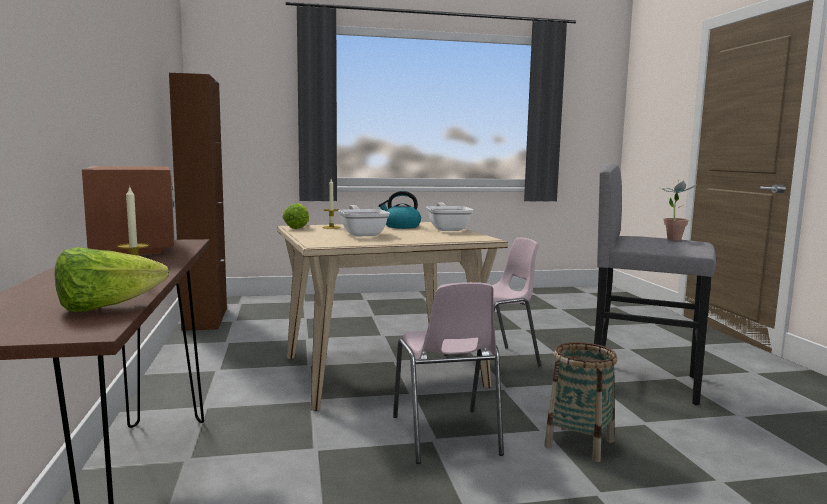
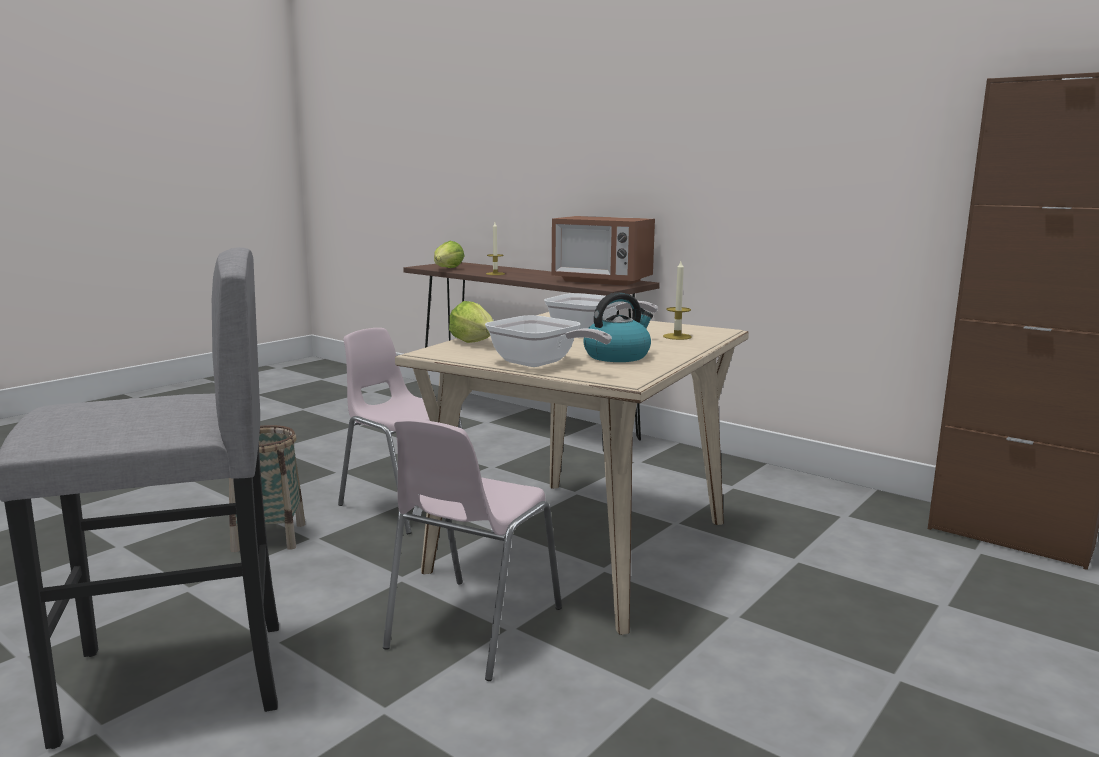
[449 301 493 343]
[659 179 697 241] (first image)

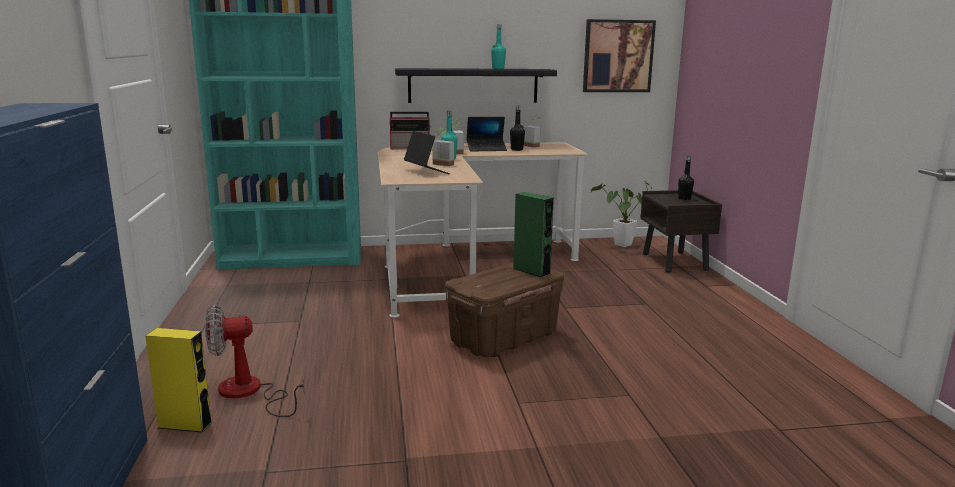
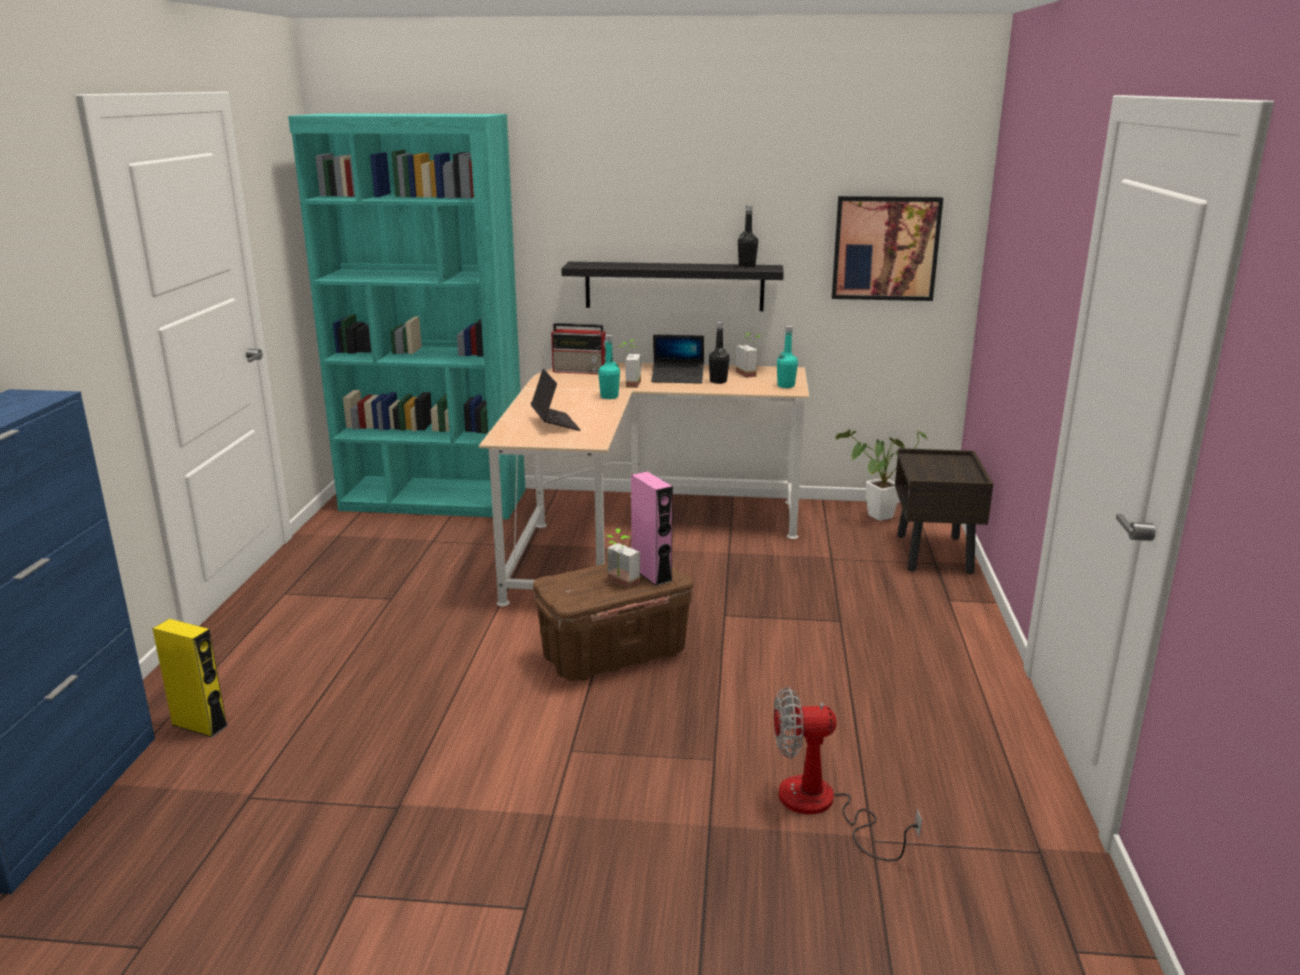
[774 687 922 861]
[607 529 640 589]
[777 326 798 388]
[631 471 673 586]
[738 205 758 267]

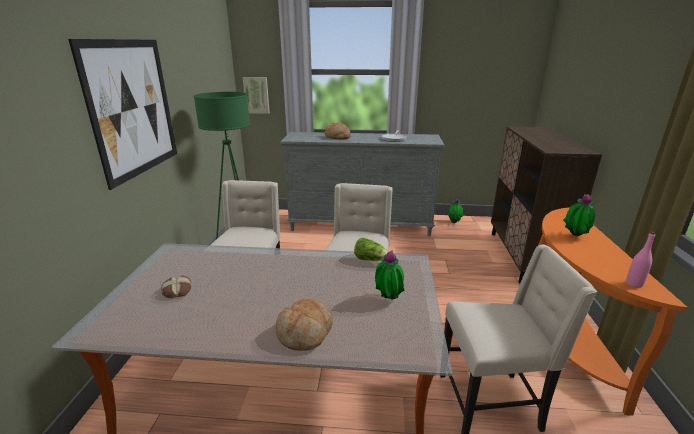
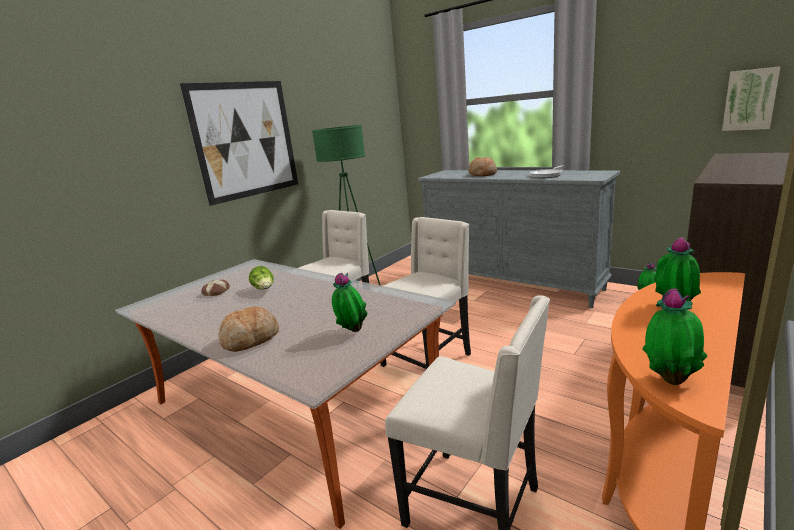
[722 66 781 131]
[249 266 274 290]
[642 288 708 385]

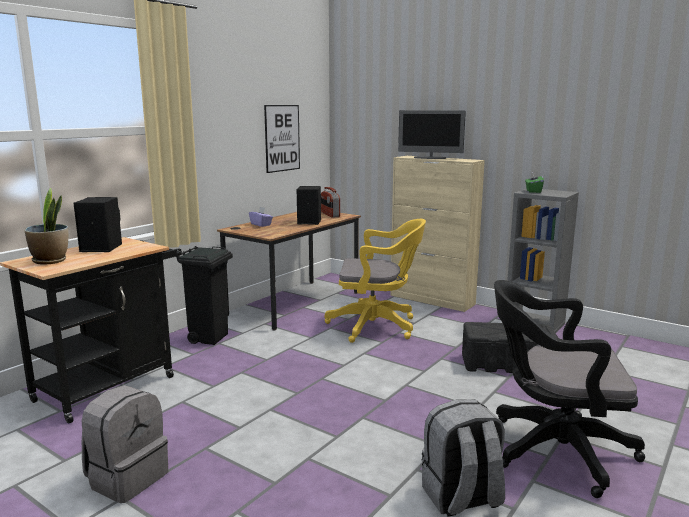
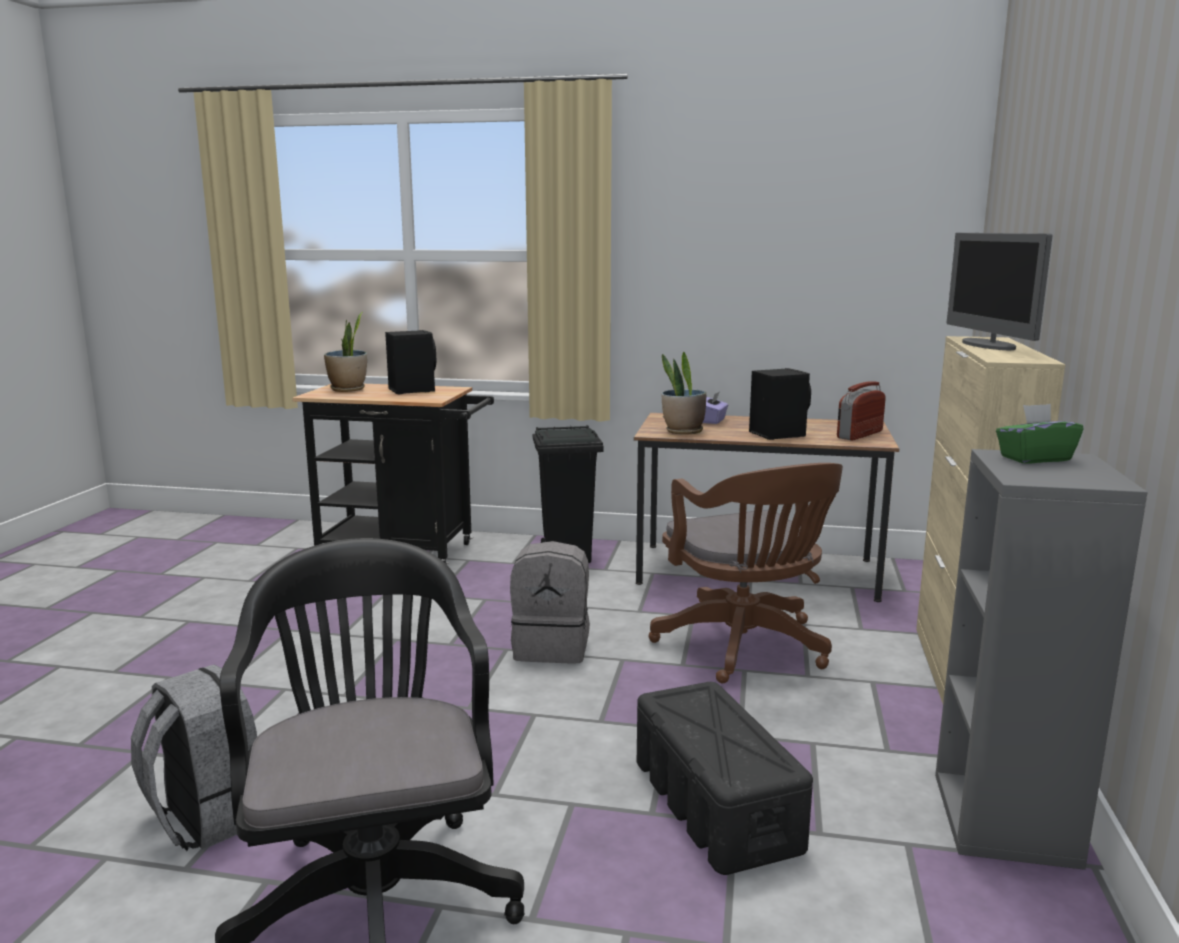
[510 541 590 664]
[264 105 300 173] (first image)
[648 463 843 683]
[661 352 706 435]

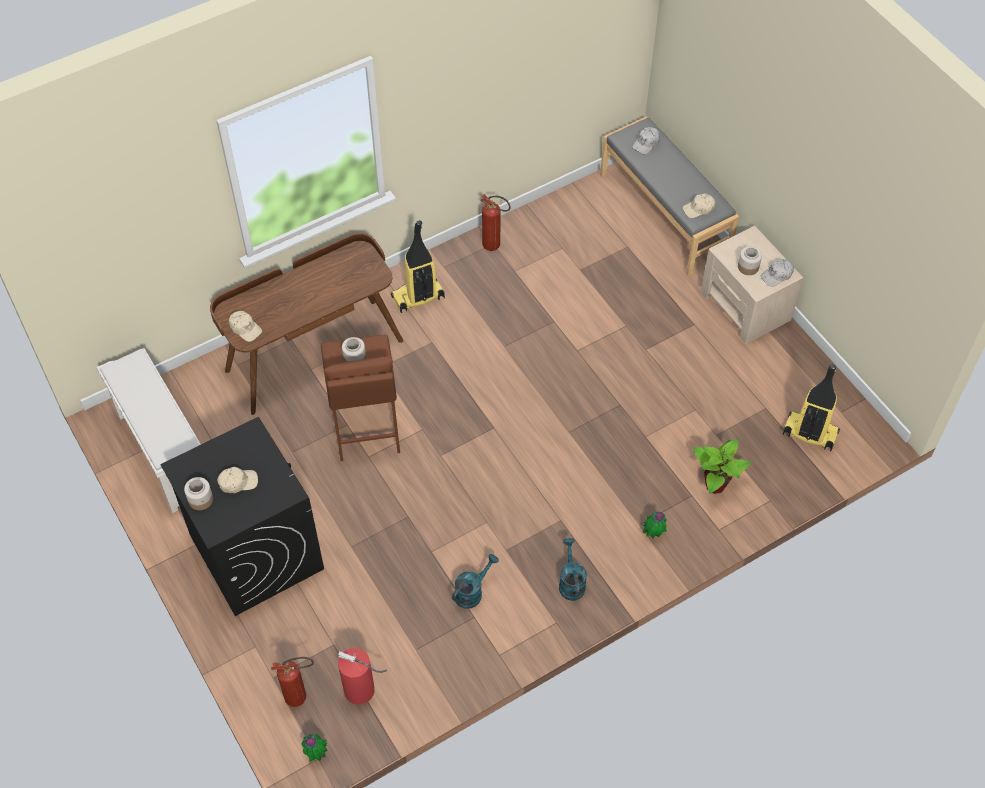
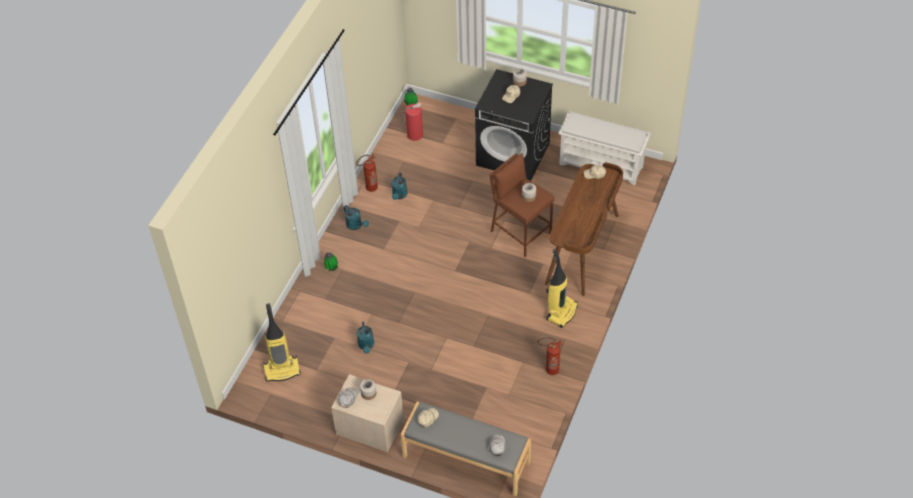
[356 154 378 192]
[693 439 752 494] (first image)
[357 321 374 353]

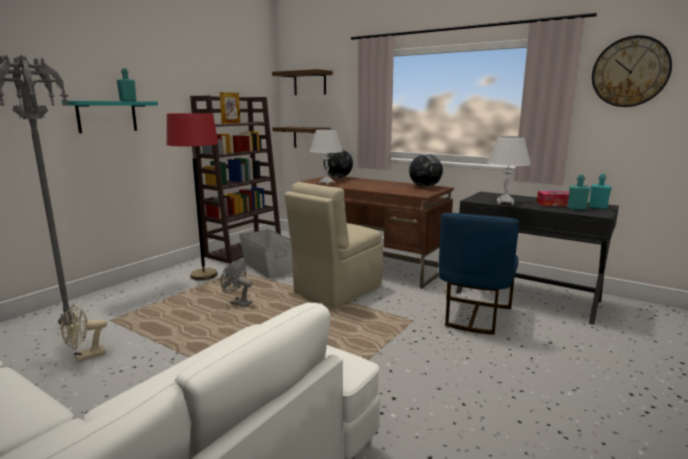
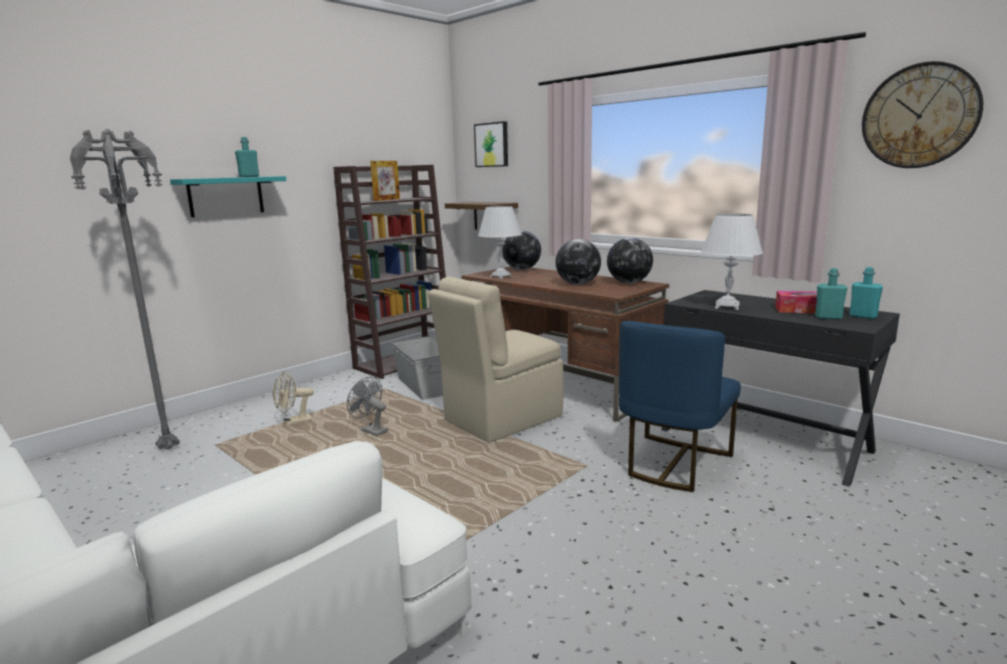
[273 371 314 426]
[167 113 218 280] (first image)
[474 121 508 167]
[555 239 601 285]

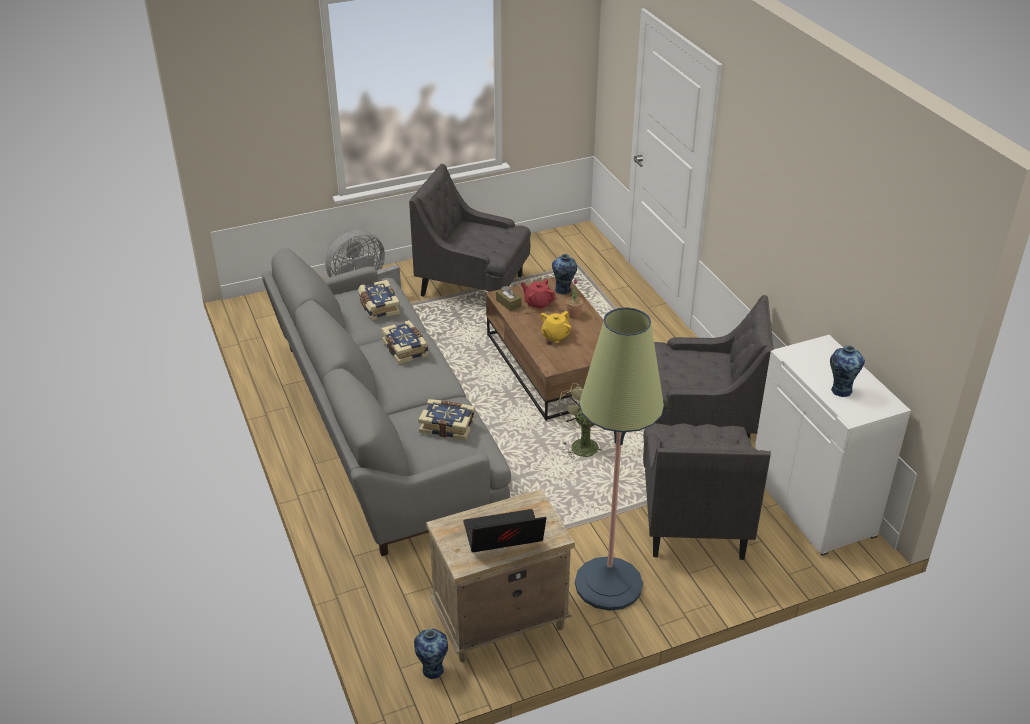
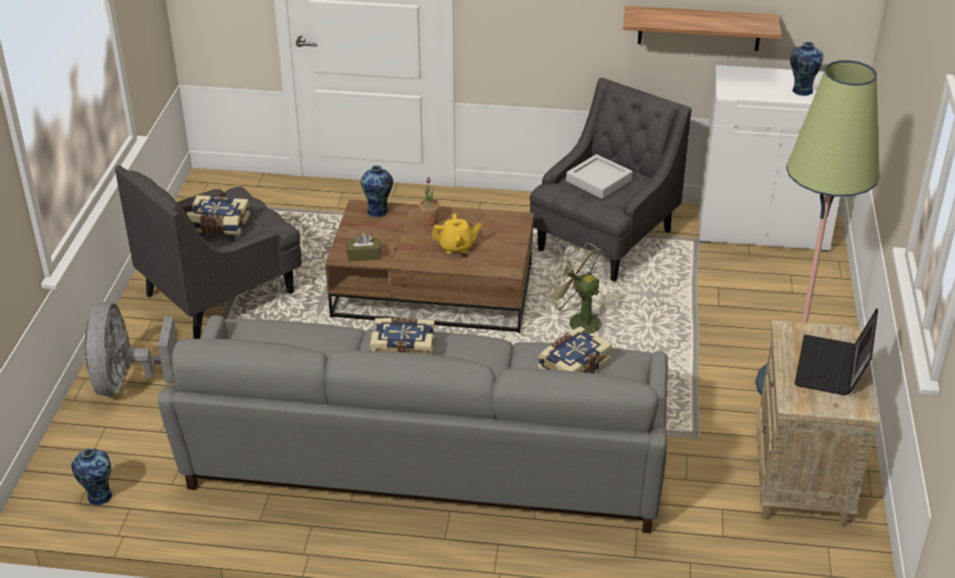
[187 195 250 235]
[71 448 113 505]
[521 279 556 310] (first image)
[432 213 481 254]
[643 423 771 560] (first image)
[566 154 632 199]
[623 6 781 51]

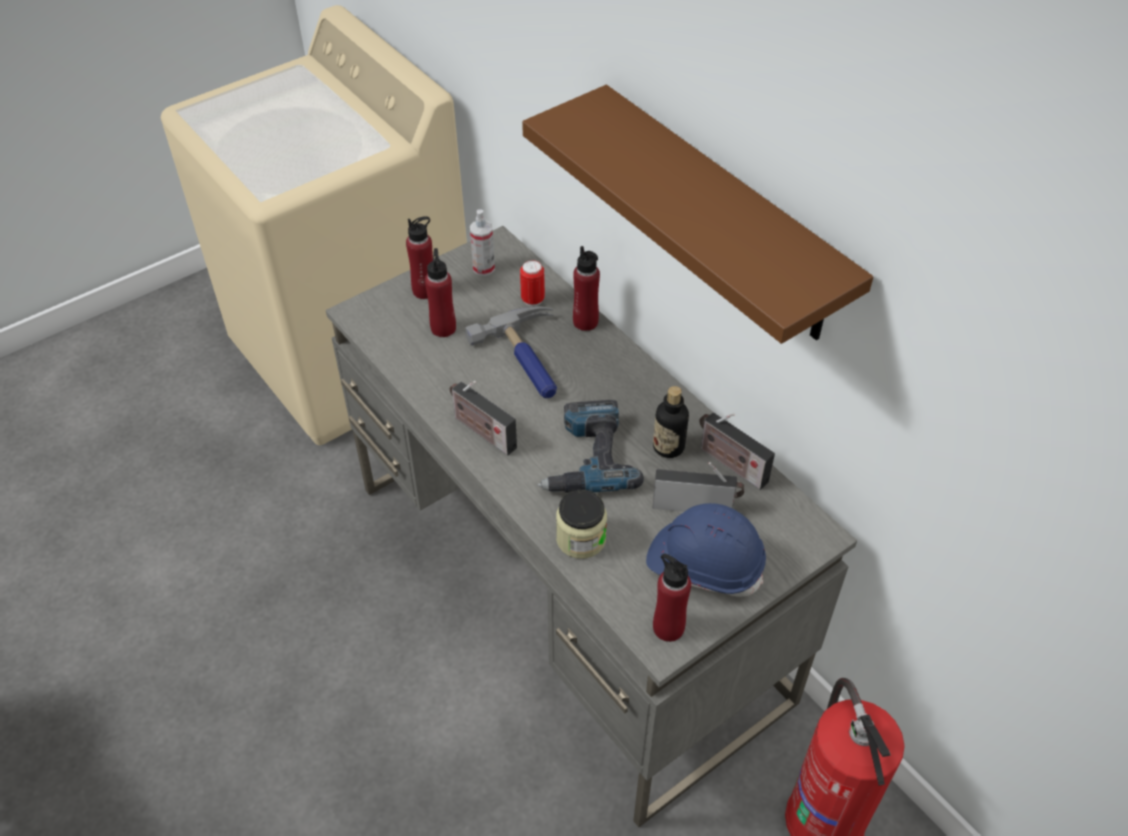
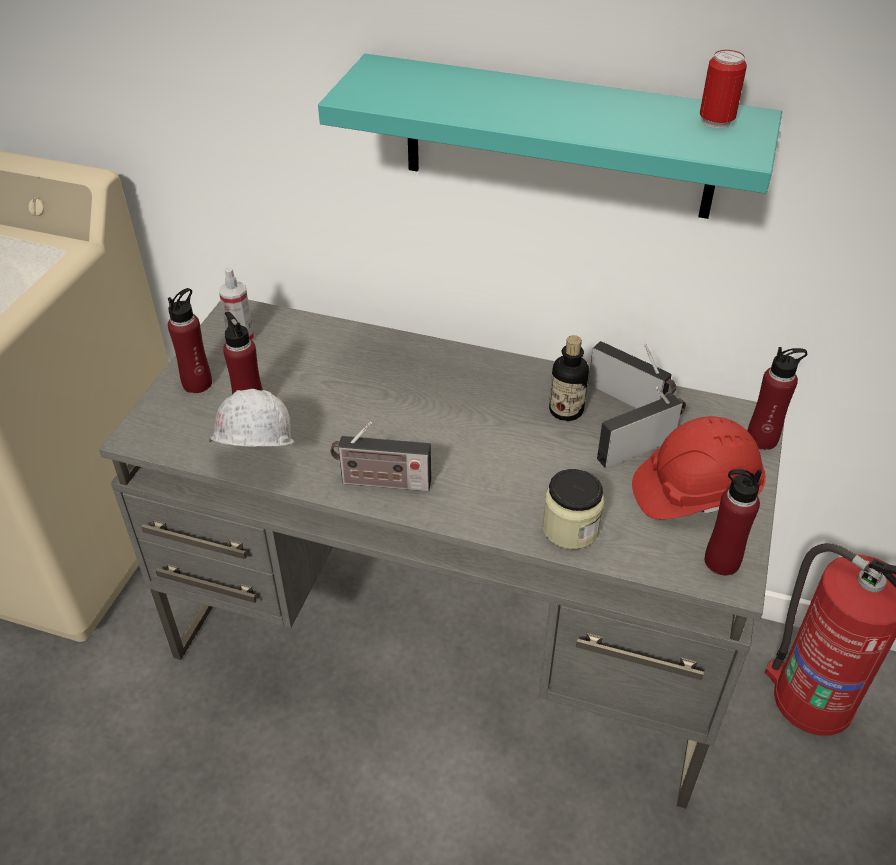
[465 306 557 398] (first image)
[700 50 747 129]
[318 54 782 219]
[537 400 644 493] (first image)
[747 347 807 450]
[632 416 766 519]
[588 341 676 408]
[209 389 294 447]

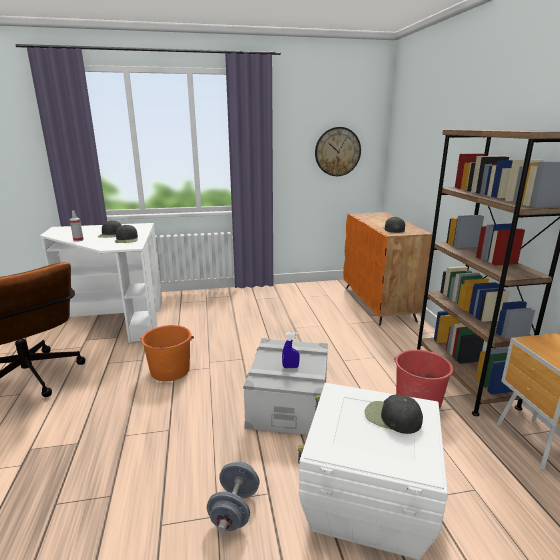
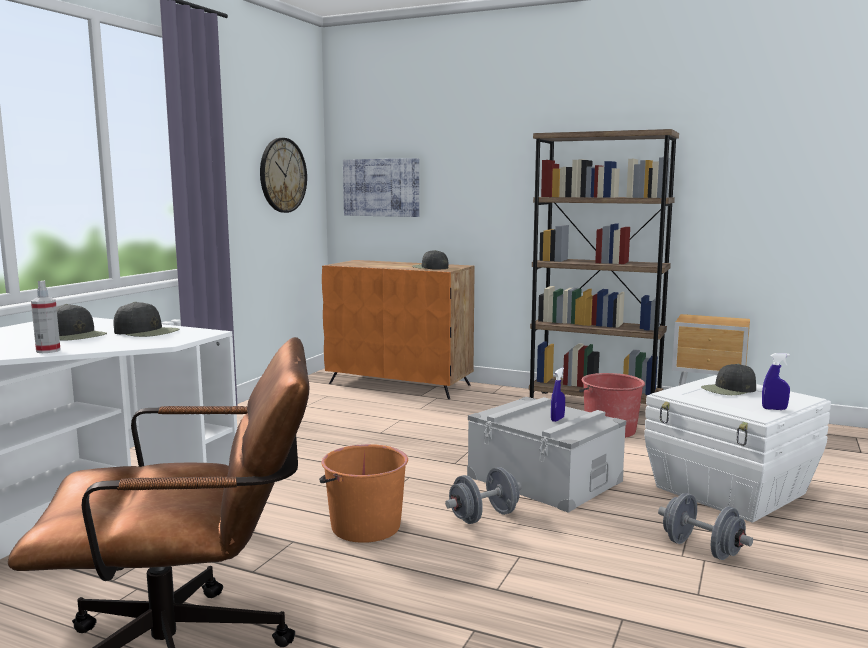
[343 158 419 217]
[445 467 522 524]
[762 353 790 410]

